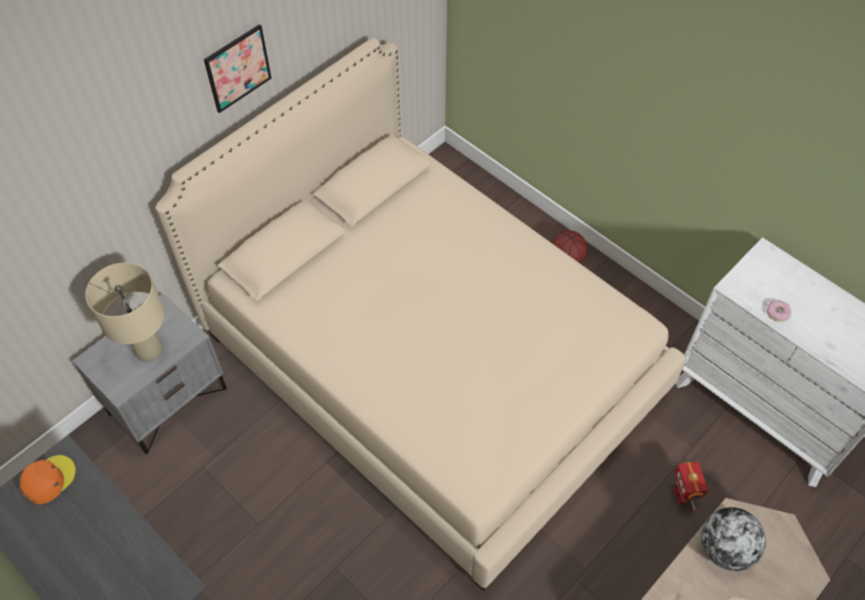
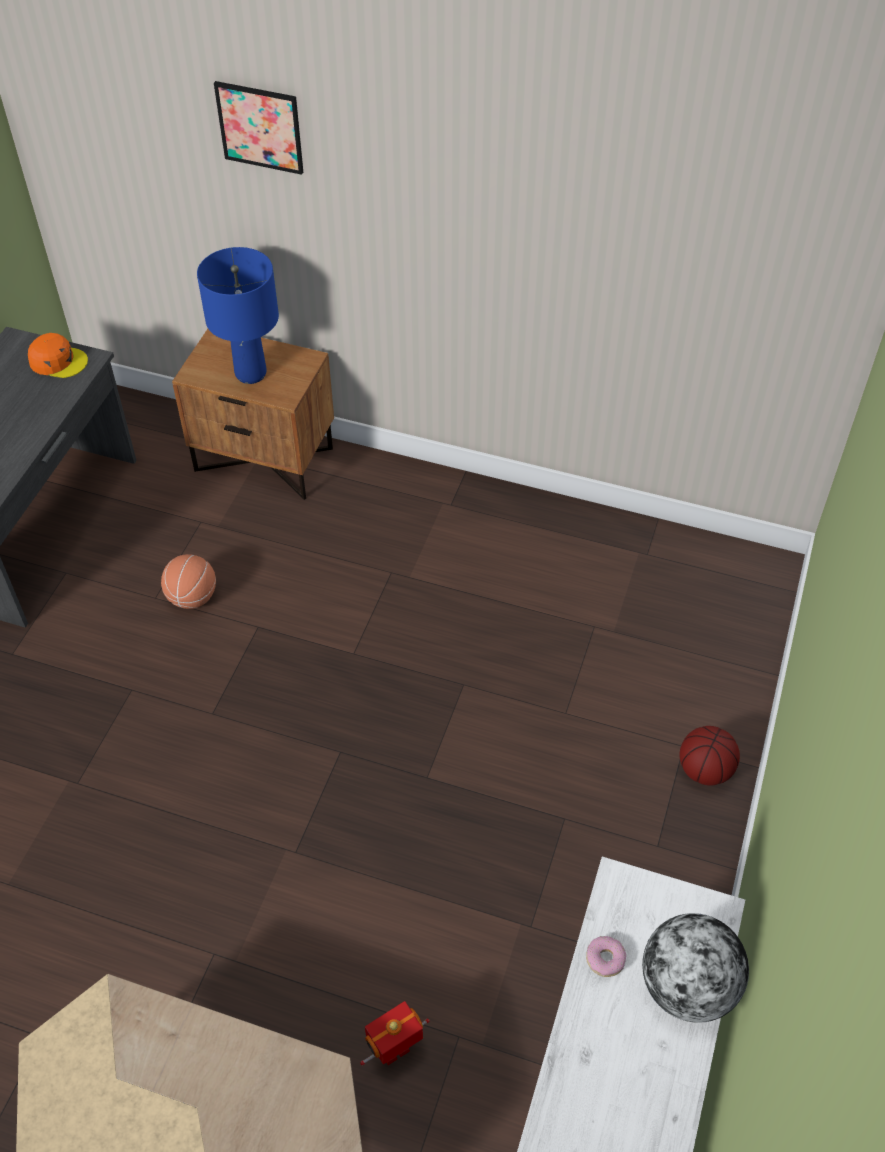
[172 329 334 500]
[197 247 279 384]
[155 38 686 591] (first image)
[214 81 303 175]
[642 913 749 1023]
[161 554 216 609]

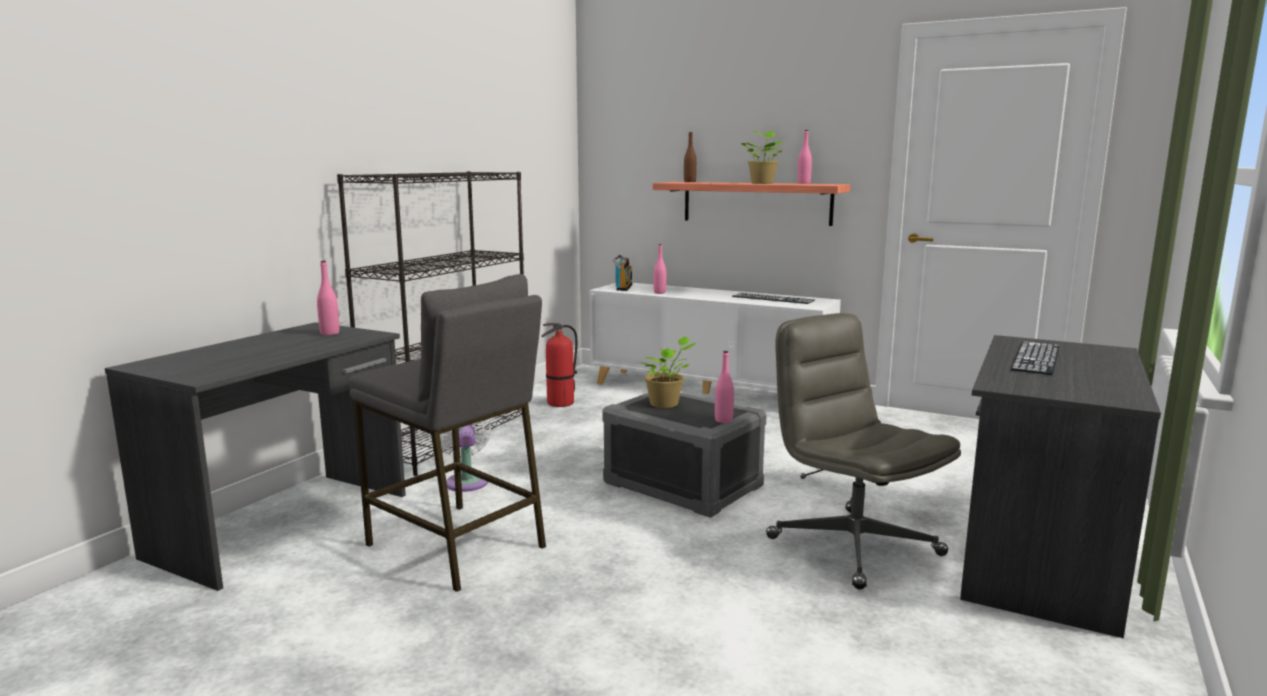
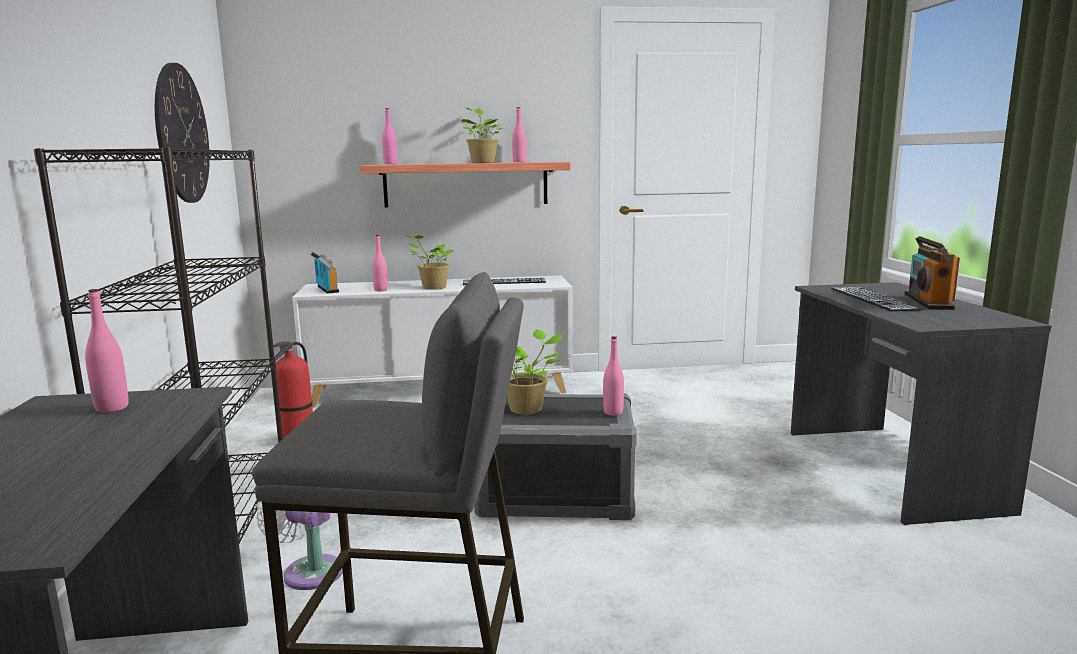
[382 108 397 164]
[766 313 961 590] (first image)
[155 63 210 203]
[403 234 454 290]
[905 236 961 310]

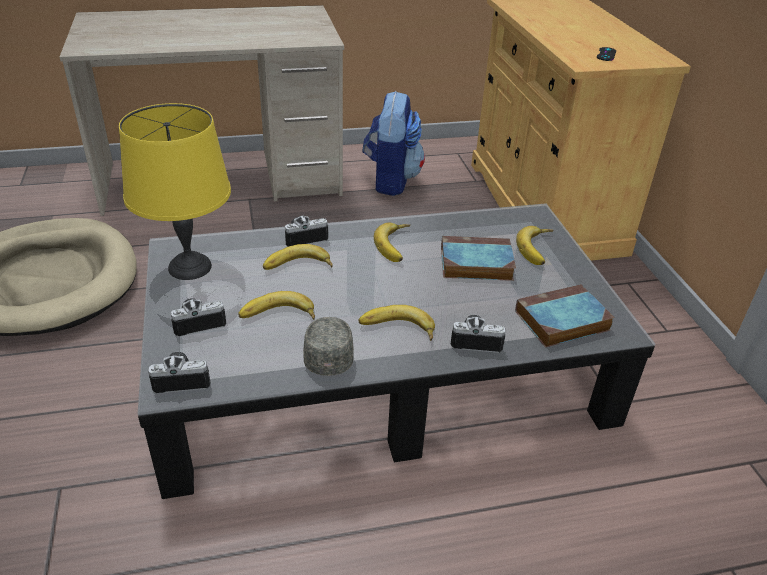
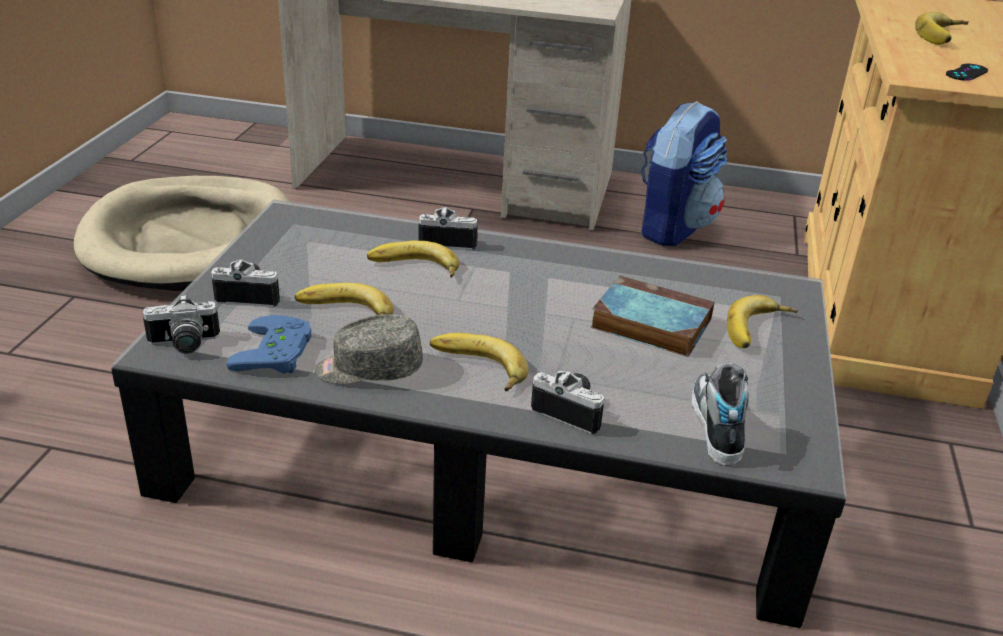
[119 103 231 280] (first image)
[143 294 220 354]
[315 314 423 384]
[915 12 969 45]
[692 363 749 466]
[226 315 312 374]

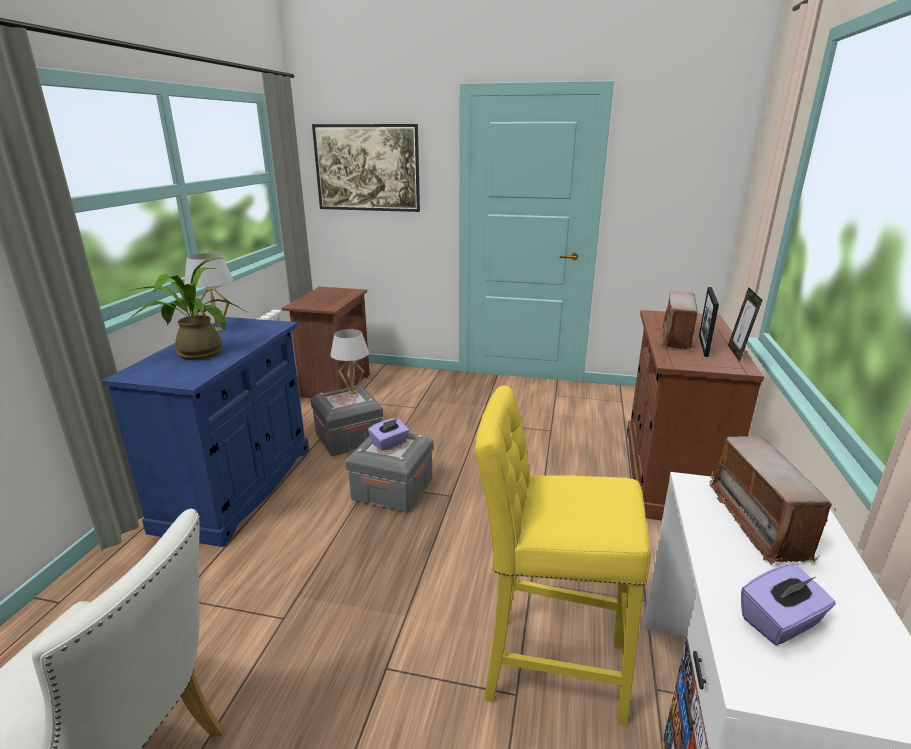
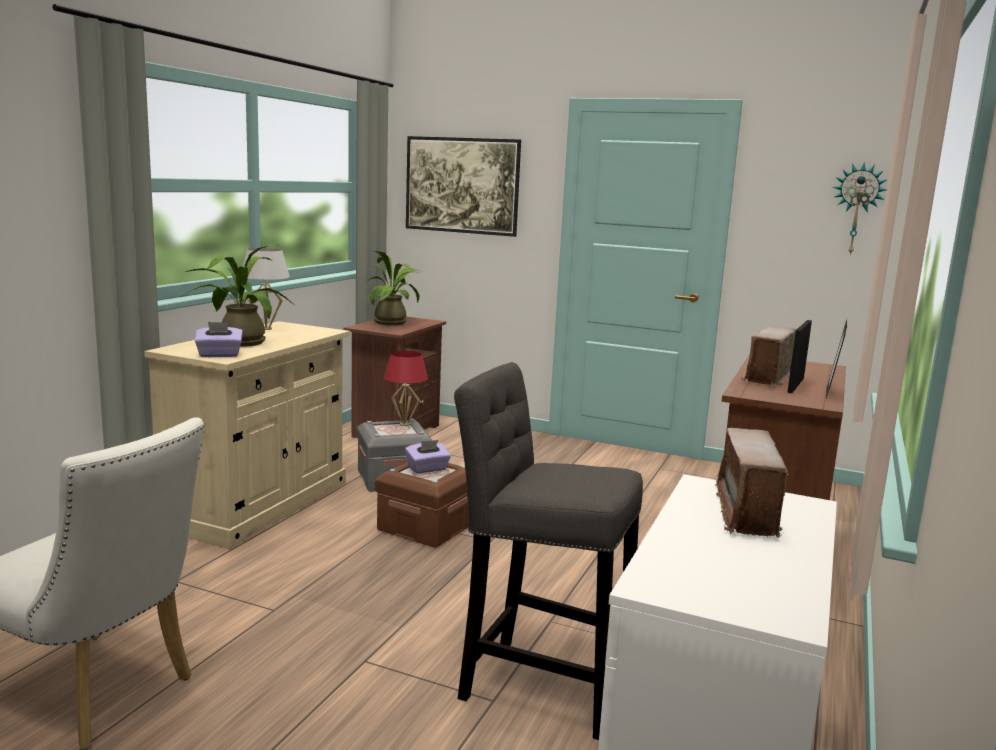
[144 321 350 549]
[384 351 428 426]
[375 462 469 548]
[454 362 643 740]
[195 322 243 357]
[364 251 420 325]
[833 162 888 256]

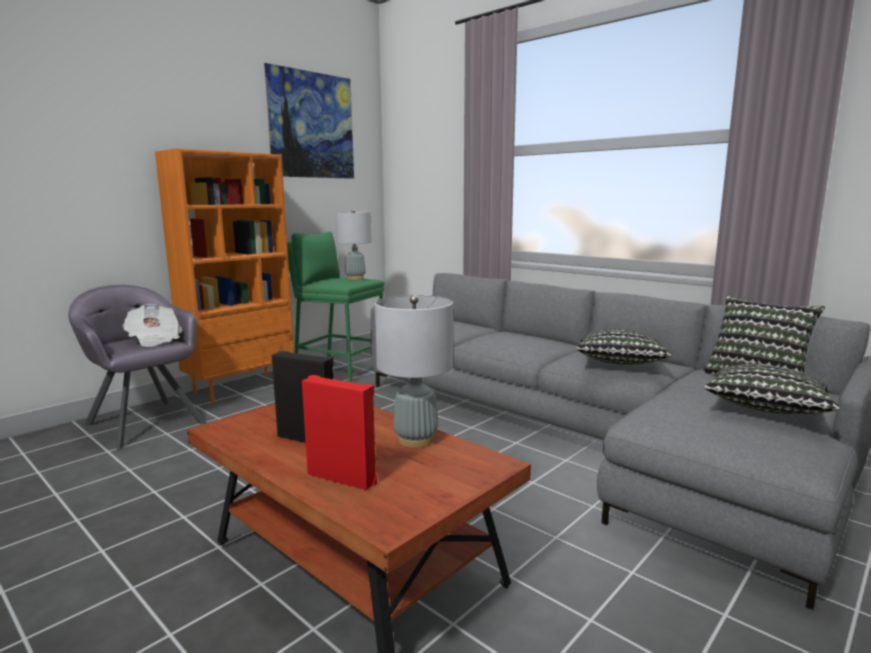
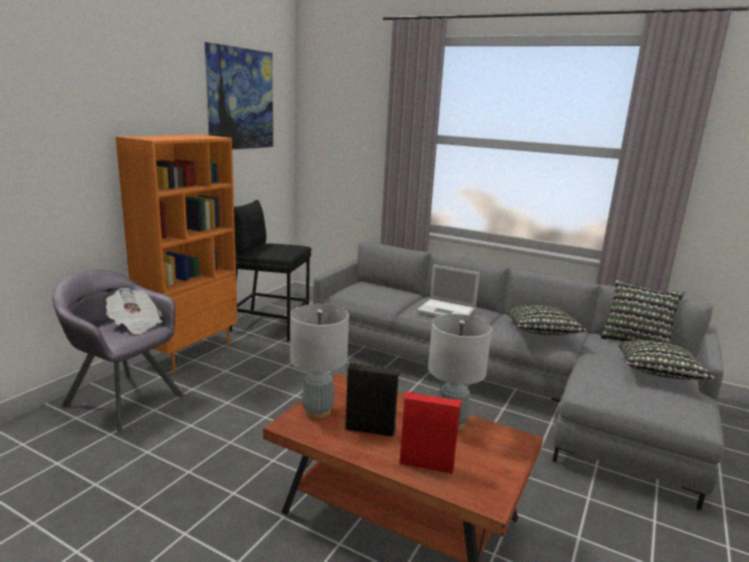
[230 200 311 341]
[290 304 349 419]
[417 264 480 316]

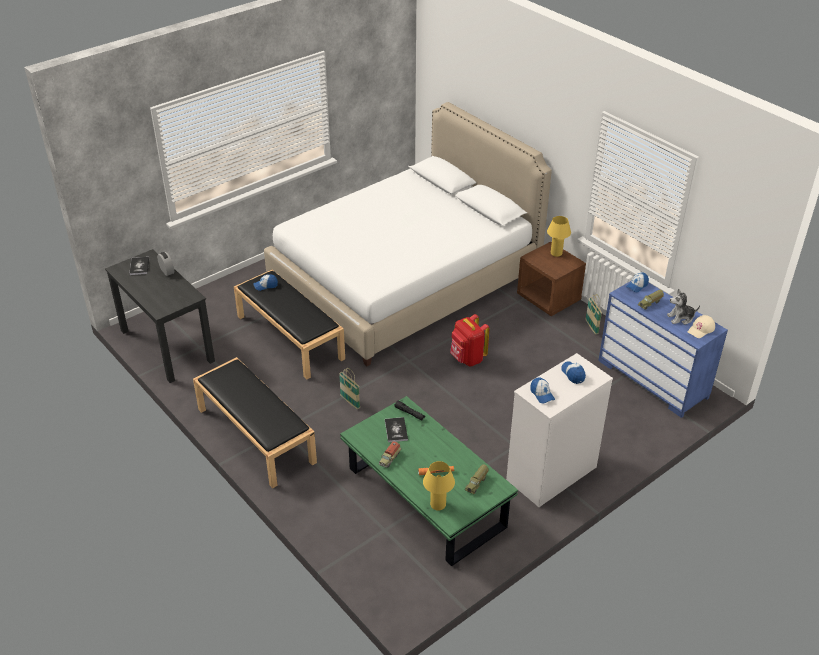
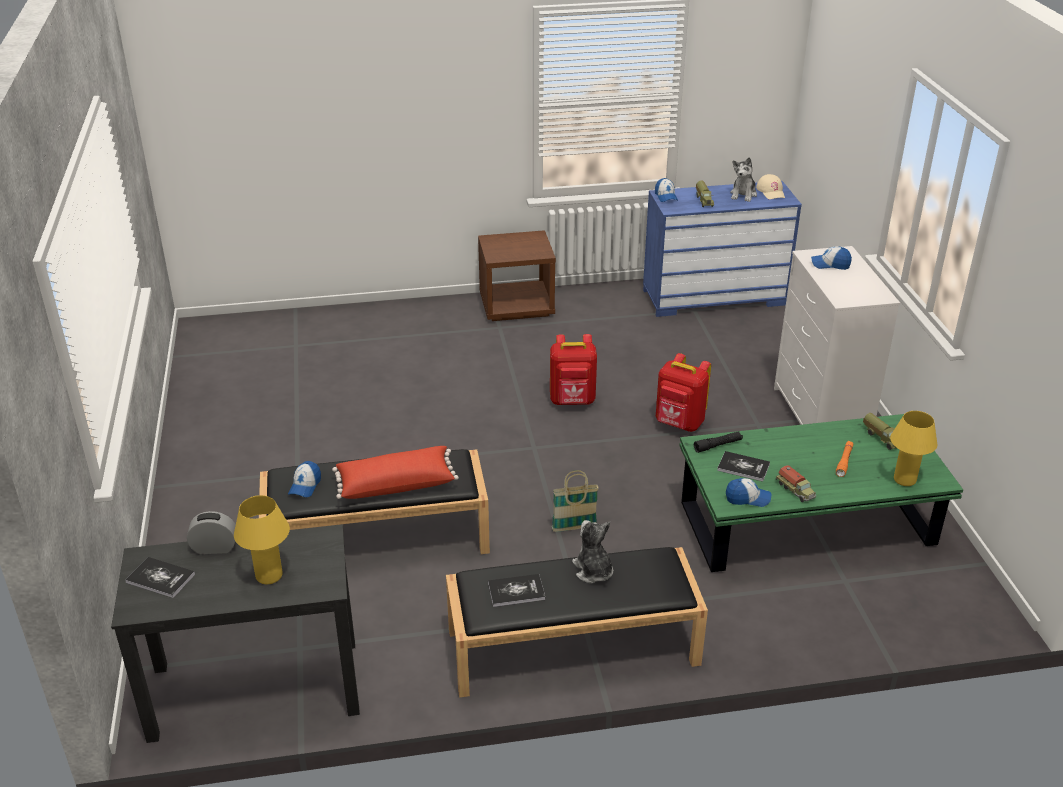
[264 102 552 366] (first image)
[726 478 771 507]
[234 495 290 584]
[585 294 602 335] (first image)
[332 446 459 499]
[488 574 545 607]
[572 520 614 583]
[656 353 711 432]

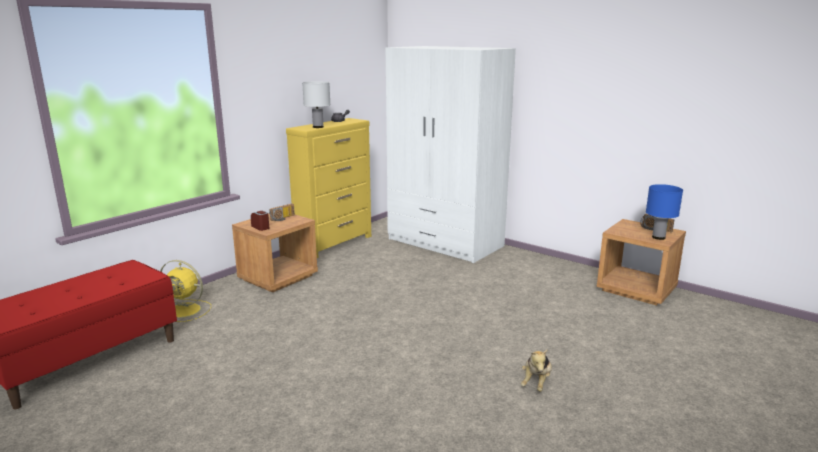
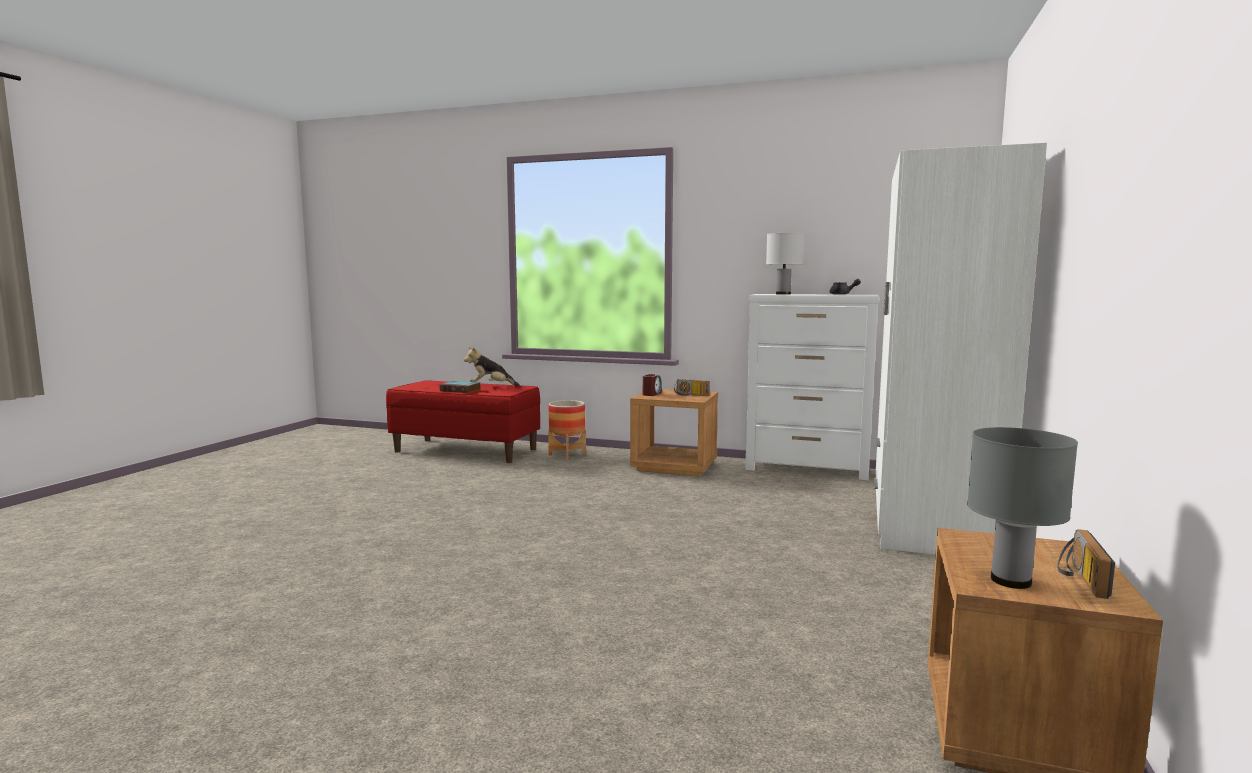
[548 400 586 460]
[745 294 879 480]
[464 347 520 386]
[967 427 1078 589]
[439 381 481 393]

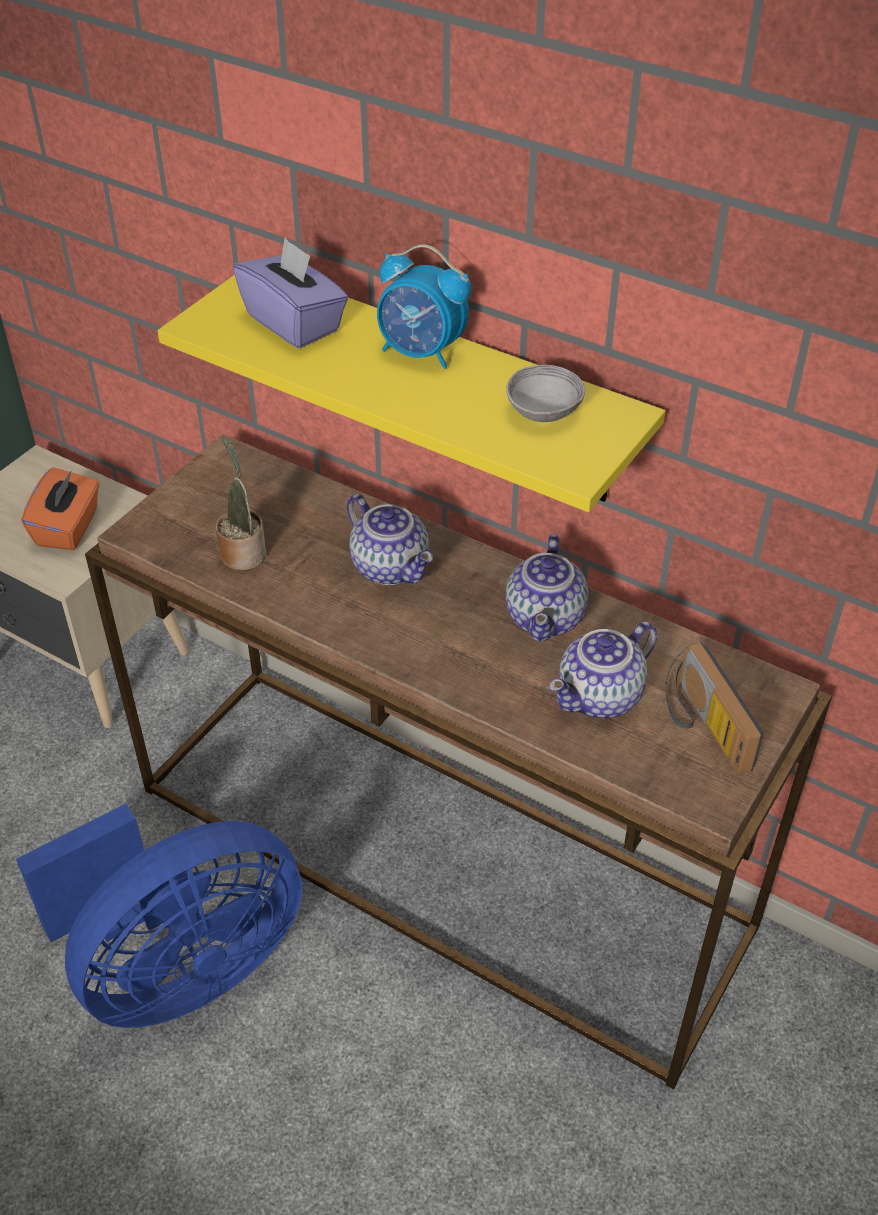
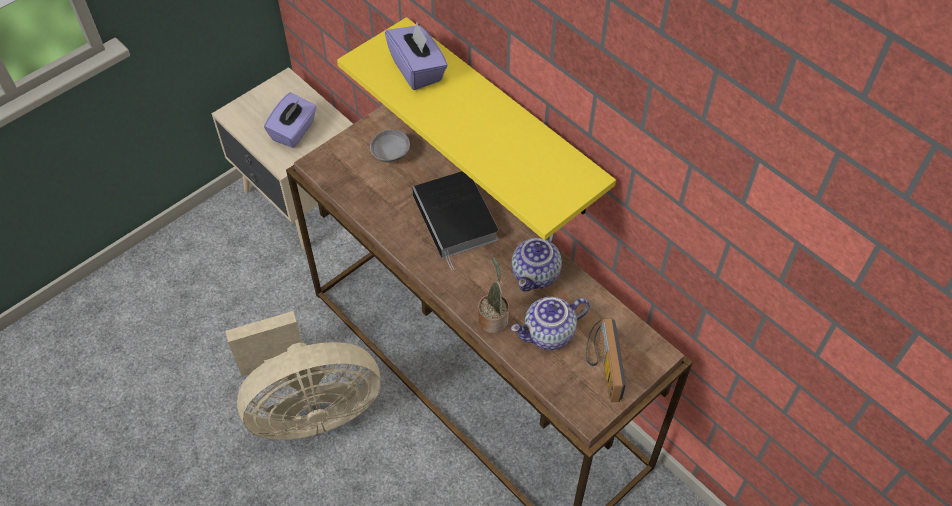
[225 311 381 440]
[264 92 317 148]
[478 257 509 333]
[412 171 499 270]
[377 244 471 369] (first image)
[370 130 410 162]

